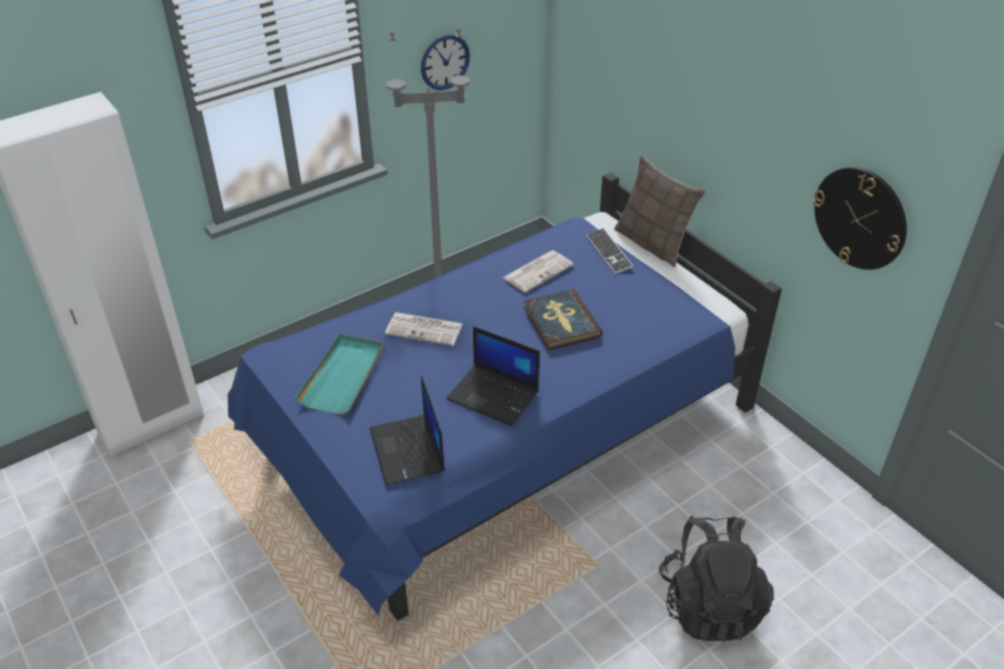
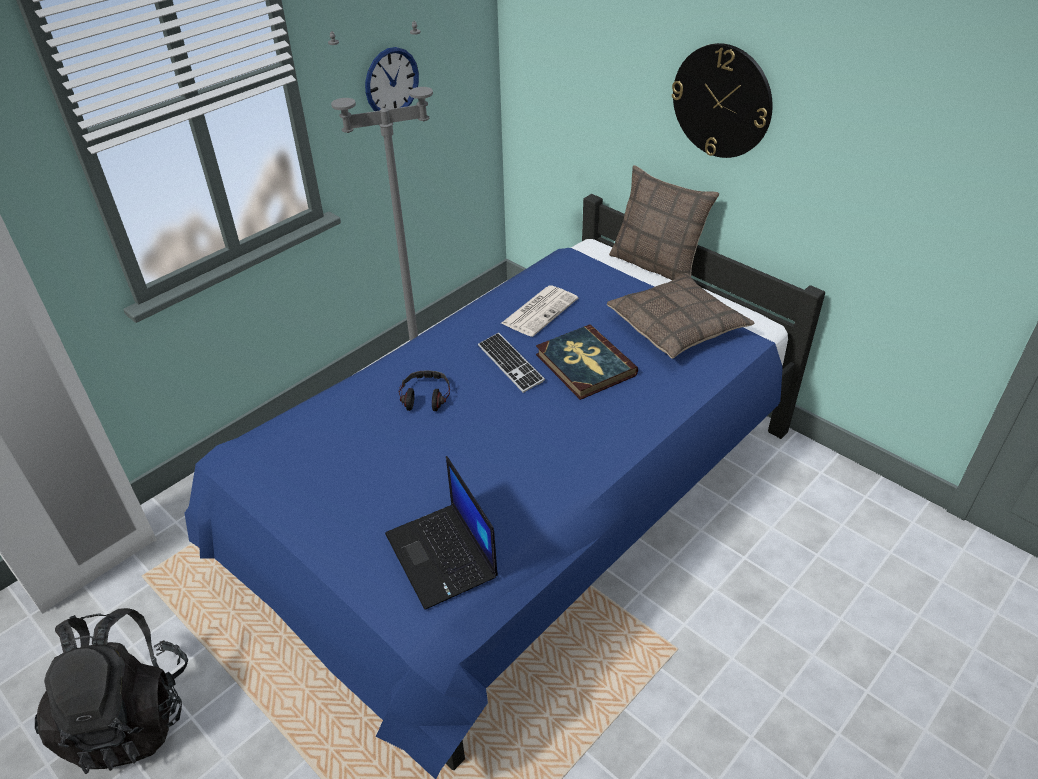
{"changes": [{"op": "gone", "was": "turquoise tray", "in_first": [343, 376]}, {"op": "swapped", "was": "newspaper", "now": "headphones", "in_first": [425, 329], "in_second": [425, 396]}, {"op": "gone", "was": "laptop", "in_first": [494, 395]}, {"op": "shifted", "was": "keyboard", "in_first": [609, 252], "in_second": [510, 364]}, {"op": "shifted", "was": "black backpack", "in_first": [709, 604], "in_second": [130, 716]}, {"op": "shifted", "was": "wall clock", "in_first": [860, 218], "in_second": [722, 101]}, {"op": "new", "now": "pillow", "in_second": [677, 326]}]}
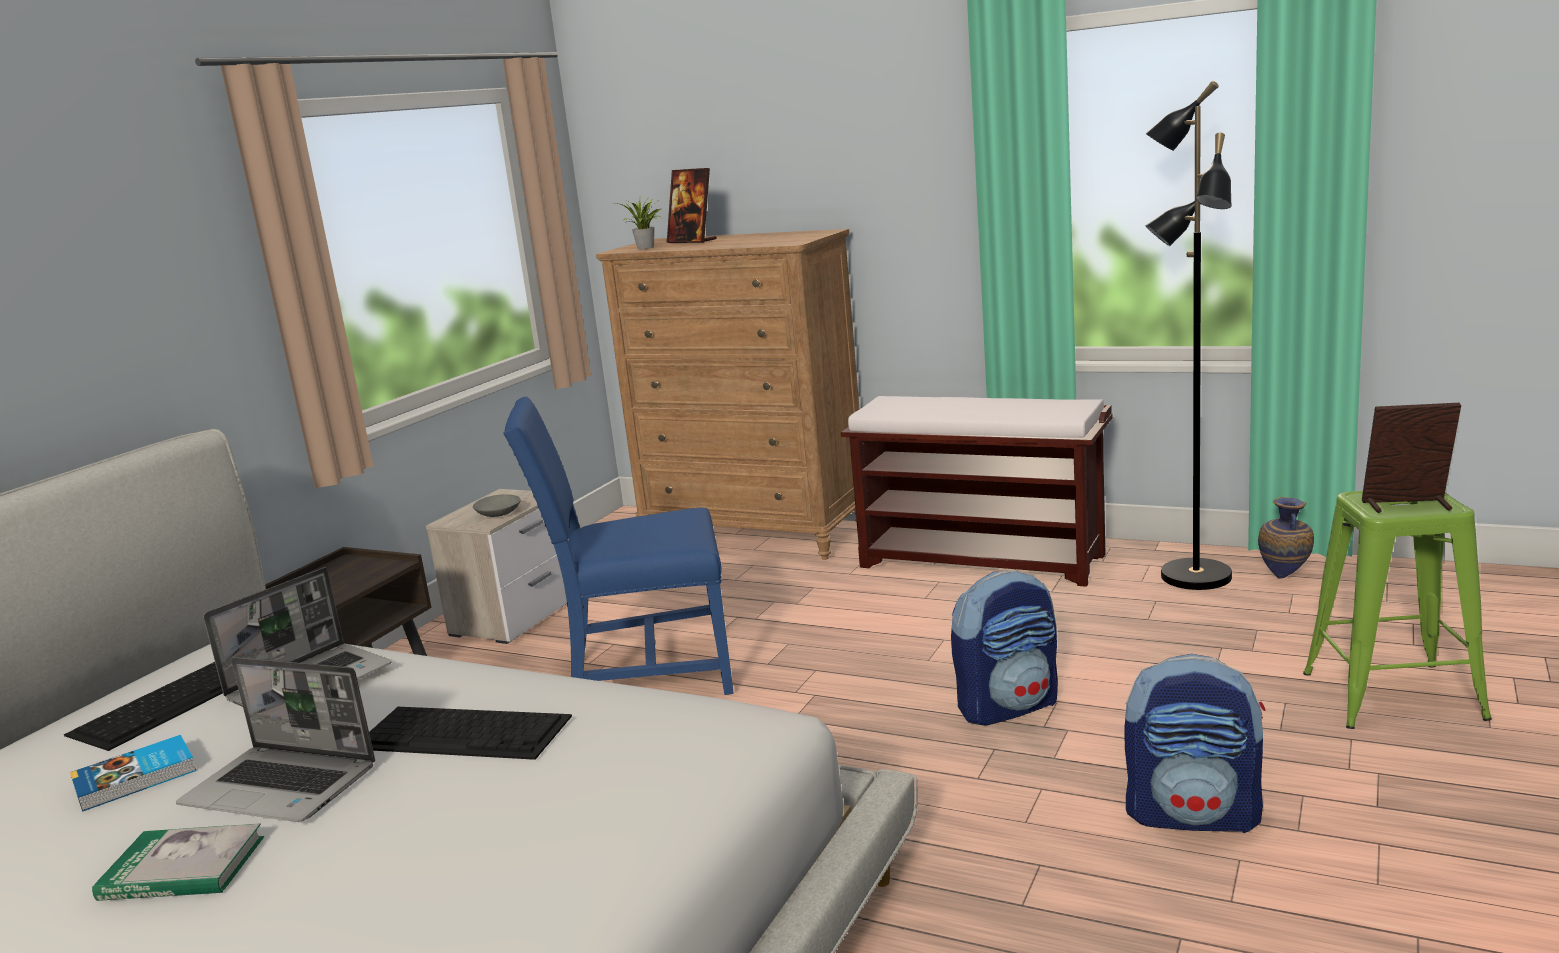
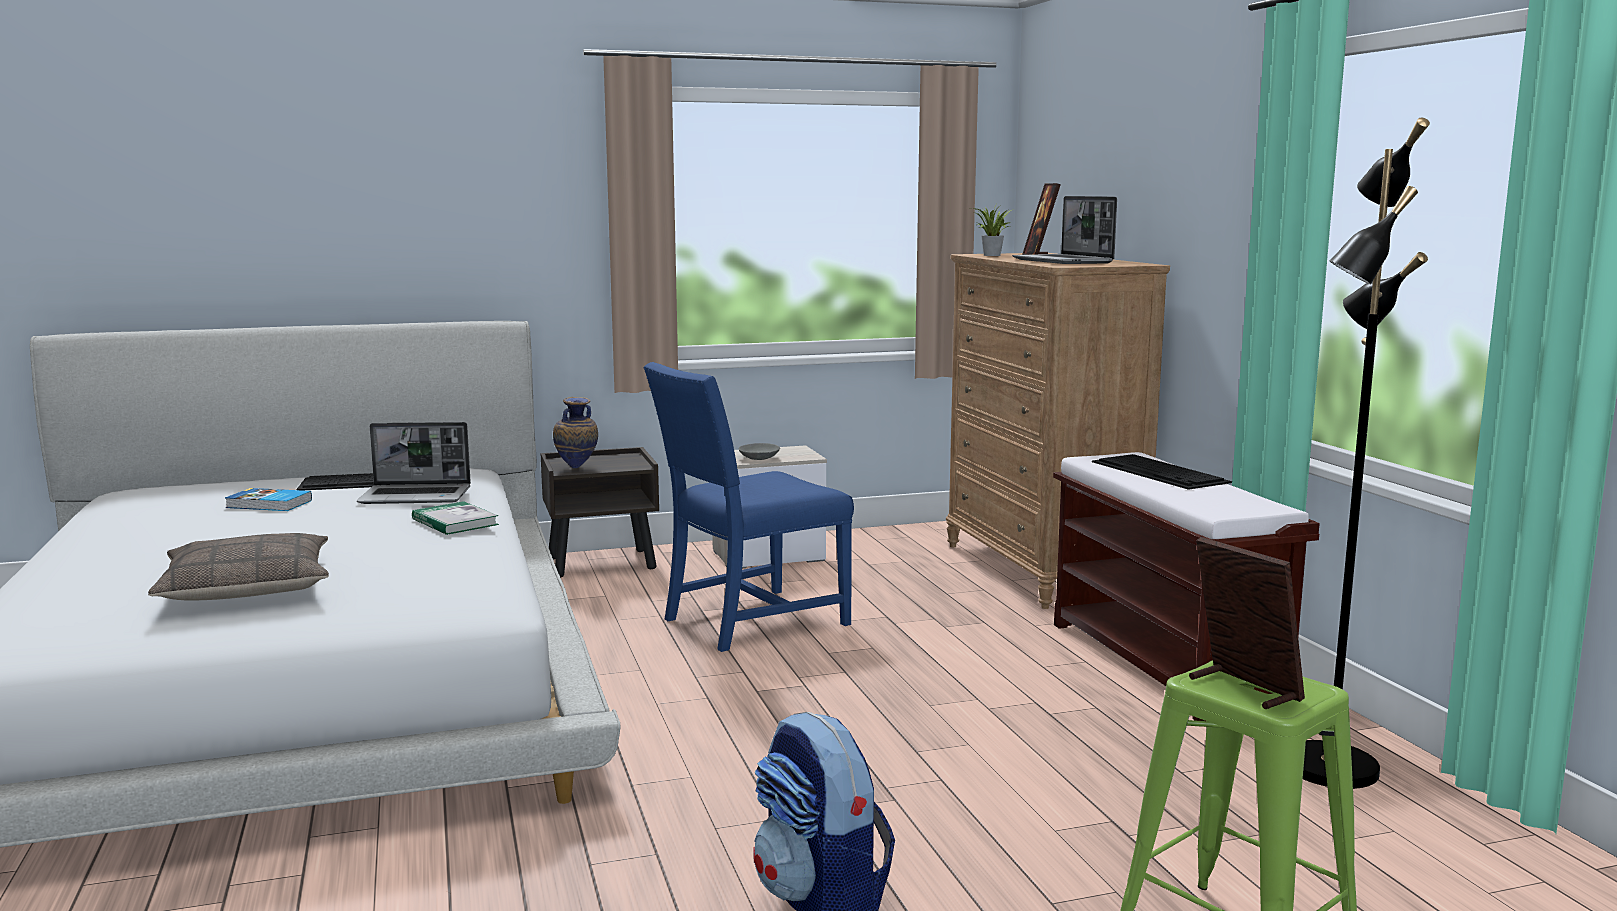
{"changes": [{"op": "shifted", "was": "book", "in_first": [182, 868], "in_second": [455, 522]}, {"op": "shifted", "was": "laptop", "in_first": [283, 786], "in_second": [1064, 261]}, {"op": "shifted", "was": "keyboard", "in_first": [465, 732], "in_second": [1160, 472]}, {"op": "rotated", "was": "blue chair", "in_first": [644, 674], "in_second": [749, 621], "clockwise": -75}, {"op": "gone", "was": "backpack", "in_first": [1008, 706]}, {"op": "shifted", "was": "vase", "in_first": [1285, 577], "in_second": [576, 469]}, {"op": "new", "now": "pillow", "in_second": [247, 586]}]}
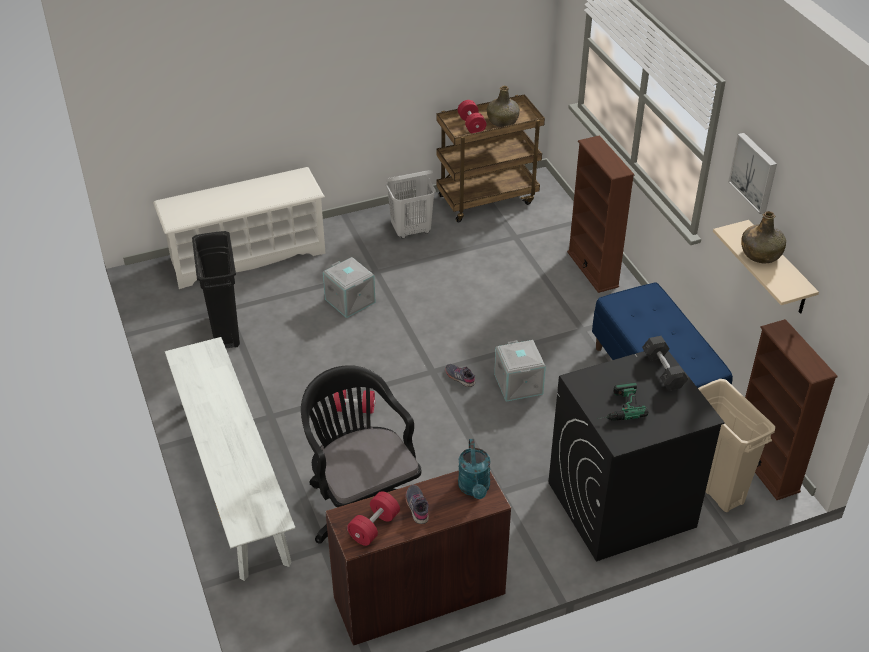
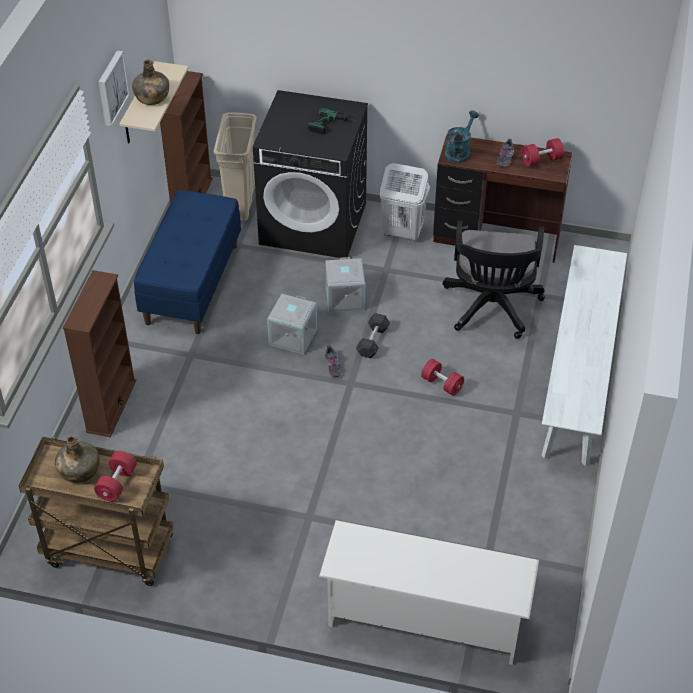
{"changes": [{"op": "gone", "was": "black trash can", "in_first": [225, 330]}, {"op": "shifted", "was": "grey storage box", "in_first": [351, 300], "in_second": [344, 298]}, {"op": "shifted", "was": "white laundry basket", "in_first": [411, 230], "in_second": [402, 232]}, {"op": "shifted", "was": "grey dumbbell", "in_first": [663, 370], "in_second": [373, 341]}]}
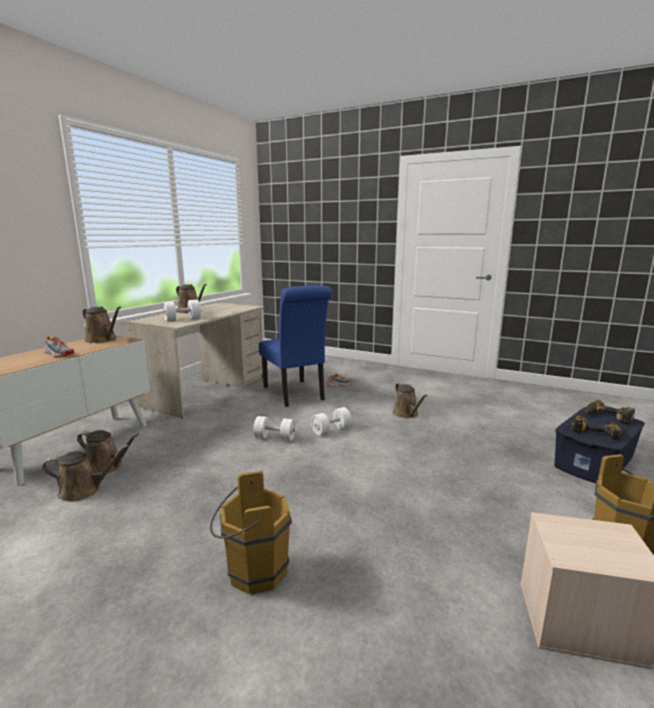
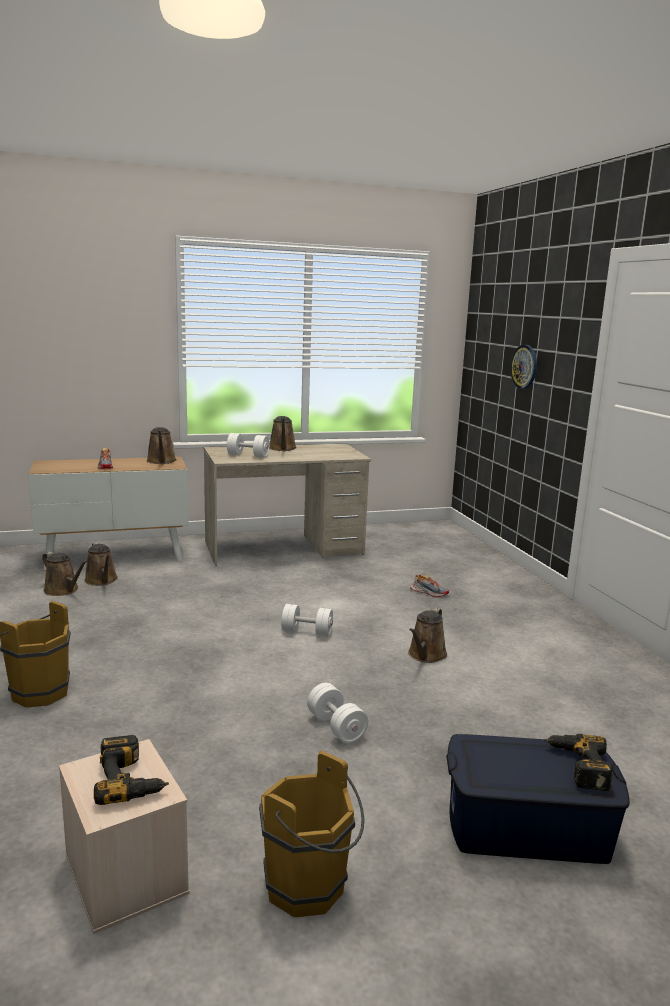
{"changes": [{"op": "shifted", "was": "white dumbbell", "in_first": [275, 438], "in_second": [336, 727]}, {"op": "gone", "was": "blue chair", "in_first": [295, 394]}, {"op": "shifted", "was": "power drill", "in_first": [594, 430], "in_second": [131, 779]}, {"op": "new", "now": "wall clock", "in_second": [524, 366]}]}
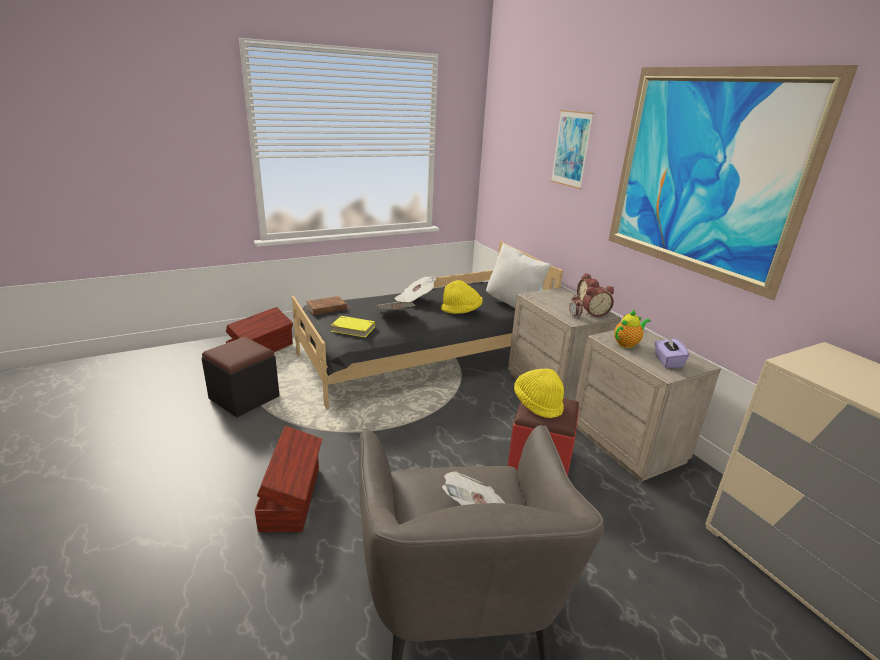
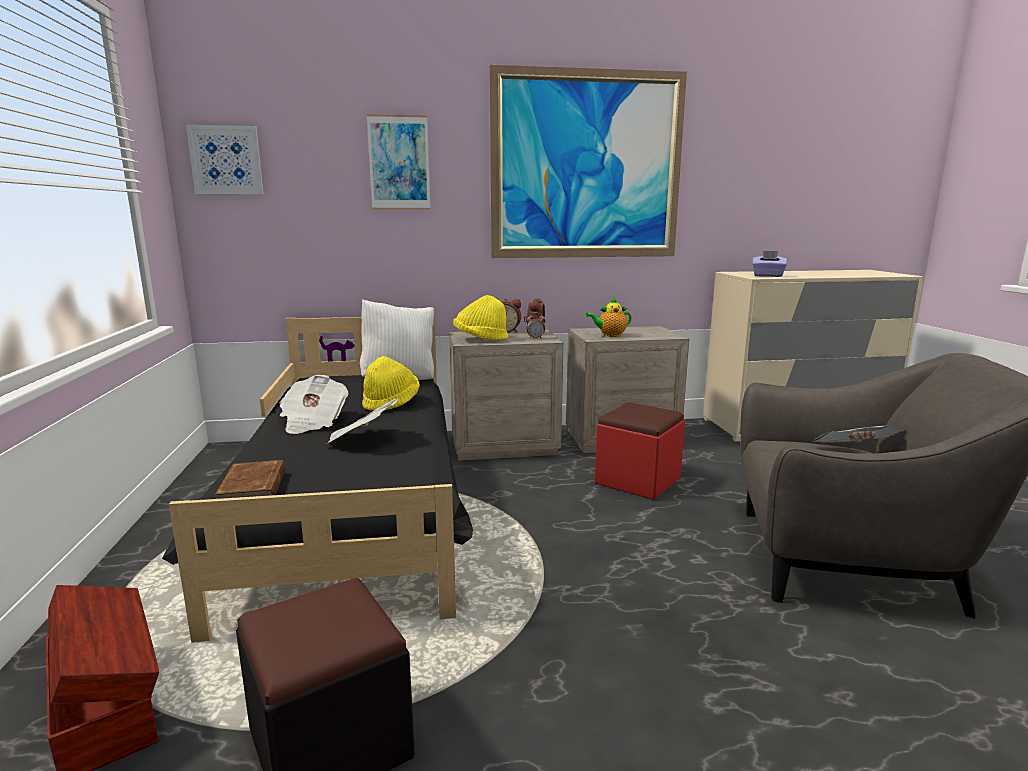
{"changes": [{"op": "gone", "was": "brown storage box", "in_first": [292, 497]}, {"op": "gone", "was": "yellow book", "in_first": [353, 329]}, {"op": "shifted", "was": "yellow hat", "in_first": [537, 404], "in_second": [480, 339]}, {"op": "rotated", "was": "teapot", "in_first": [627, 344], "in_second": [610, 335], "clockwise": -90}, {"op": "shifted", "was": "purple tissue box", "in_first": [667, 361], "in_second": [767, 276]}, {"op": "new", "now": "picture", "in_second": [226, 160]}]}
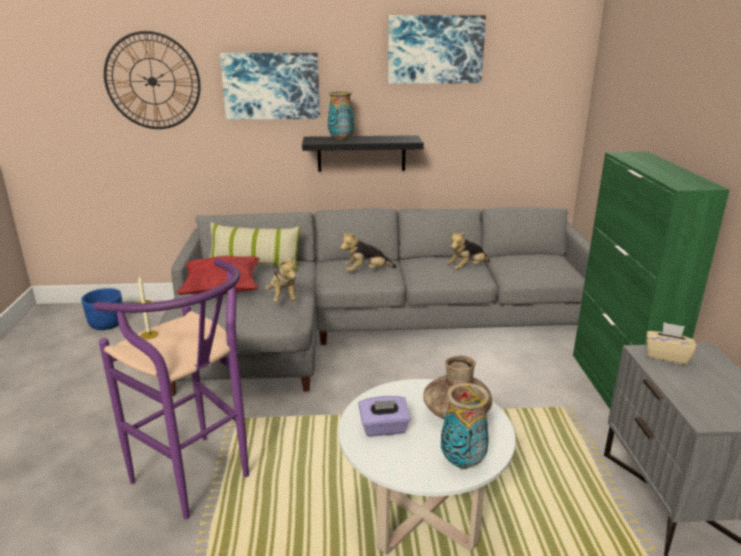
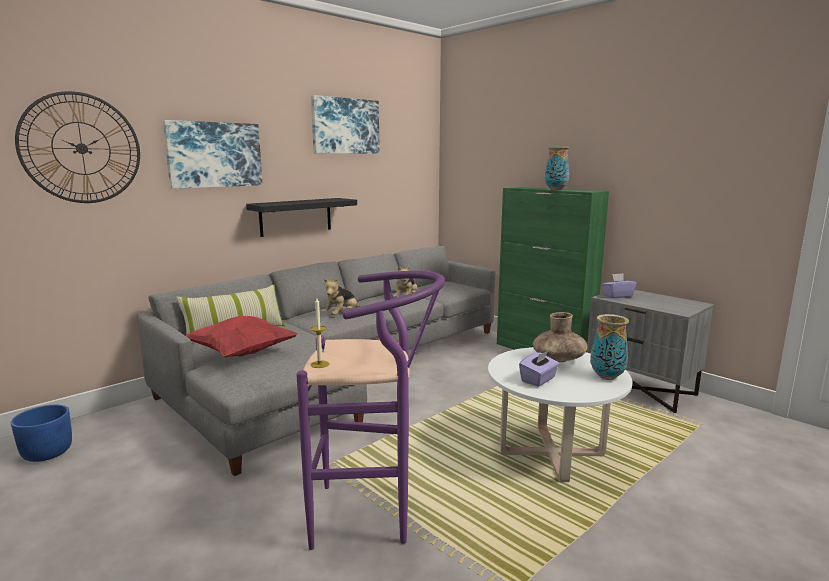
{"changes": [{"op": "gone", "was": "plush toy", "in_first": [283, 297]}, {"op": "shifted", "was": "vase", "in_first": [341, 139], "in_second": [556, 189]}, {"op": "repainted", "was": "beige tissue box", "now": "purple tissue box", "in_first": [666, 356], "in_second": [617, 296]}]}
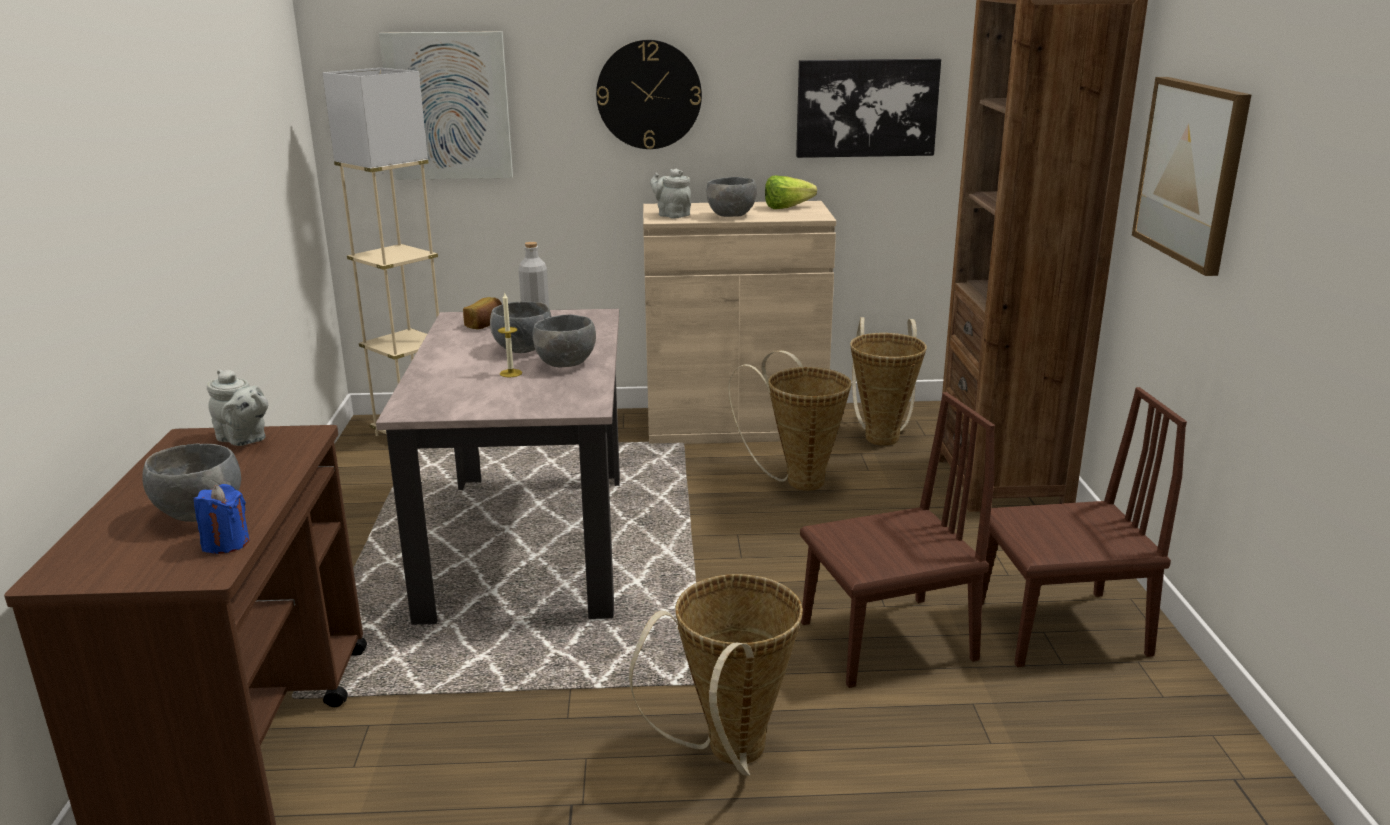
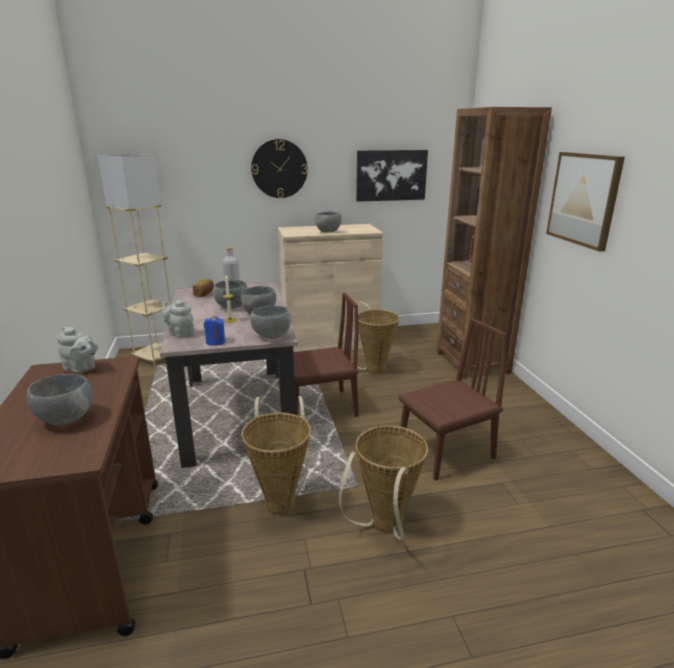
{"changes": [{"op": "shifted", "was": "blue candle", "in_first": [226, 543], "in_second": [215, 342]}, {"op": "gone", "was": "picture", "in_first": [448, 106]}, {"op": "shifted", "was": "grey teapot", "in_first": [672, 215], "in_second": [180, 333]}, {"op": "gone", "was": "lettuce", "in_first": [791, 208]}, {"op": "shifted", "was": "basket", "in_first": [882, 435], "in_second": [281, 499]}, {"op": "shifted", "was": "brown chair", "in_first": [1060, 628], "in_second": [319, 407]}, {"op": "new", "now": "grey bowl", "in_second": [272, 336]}]}
